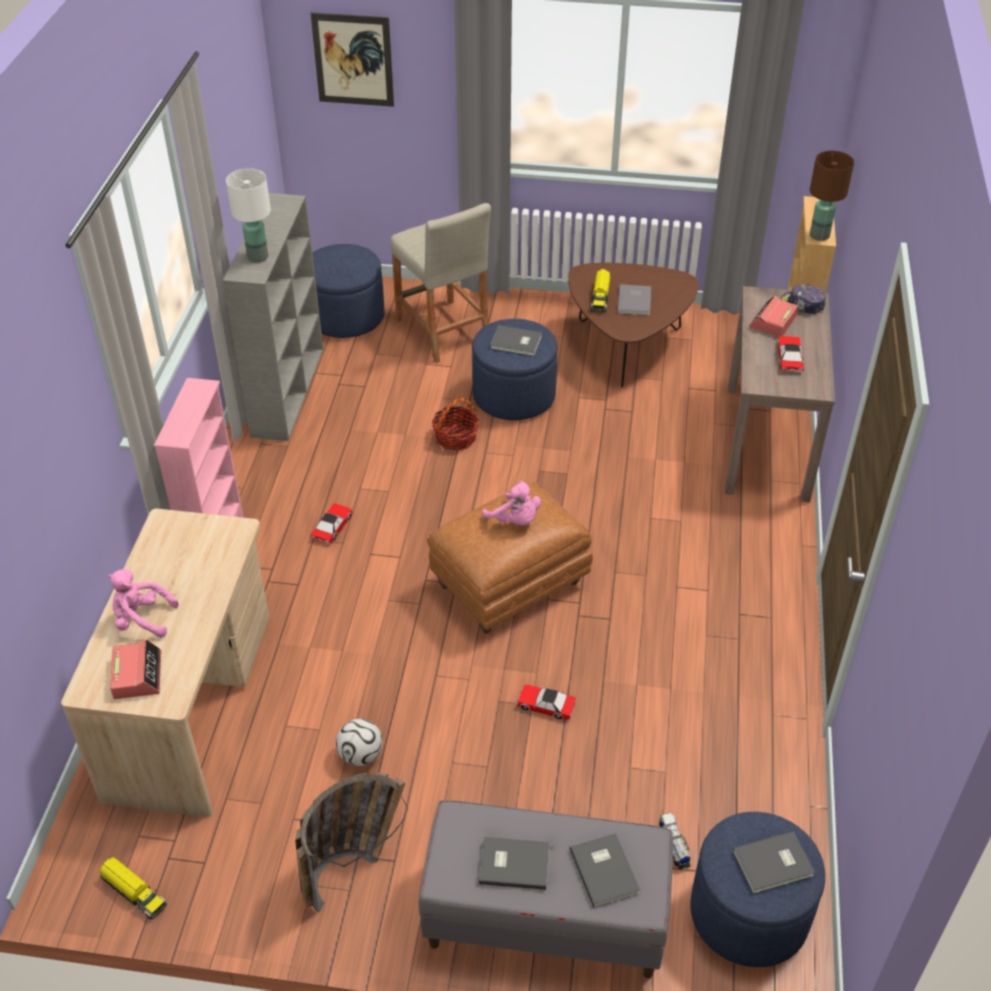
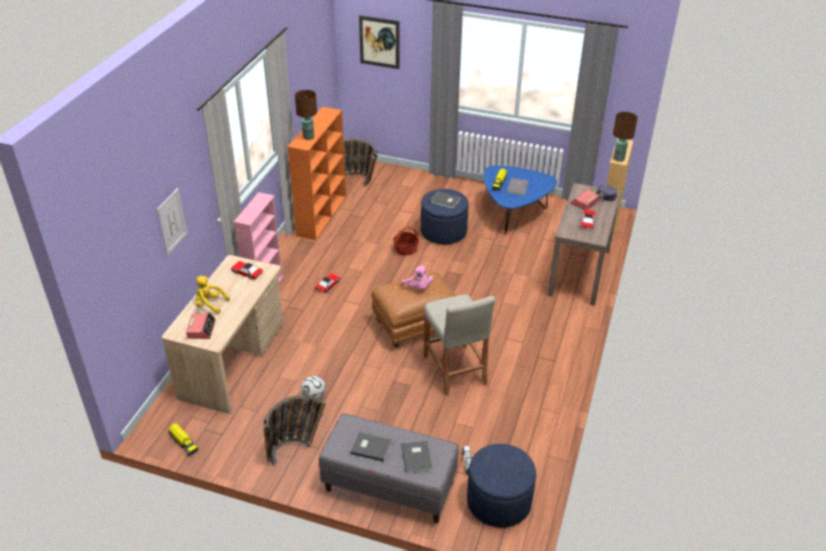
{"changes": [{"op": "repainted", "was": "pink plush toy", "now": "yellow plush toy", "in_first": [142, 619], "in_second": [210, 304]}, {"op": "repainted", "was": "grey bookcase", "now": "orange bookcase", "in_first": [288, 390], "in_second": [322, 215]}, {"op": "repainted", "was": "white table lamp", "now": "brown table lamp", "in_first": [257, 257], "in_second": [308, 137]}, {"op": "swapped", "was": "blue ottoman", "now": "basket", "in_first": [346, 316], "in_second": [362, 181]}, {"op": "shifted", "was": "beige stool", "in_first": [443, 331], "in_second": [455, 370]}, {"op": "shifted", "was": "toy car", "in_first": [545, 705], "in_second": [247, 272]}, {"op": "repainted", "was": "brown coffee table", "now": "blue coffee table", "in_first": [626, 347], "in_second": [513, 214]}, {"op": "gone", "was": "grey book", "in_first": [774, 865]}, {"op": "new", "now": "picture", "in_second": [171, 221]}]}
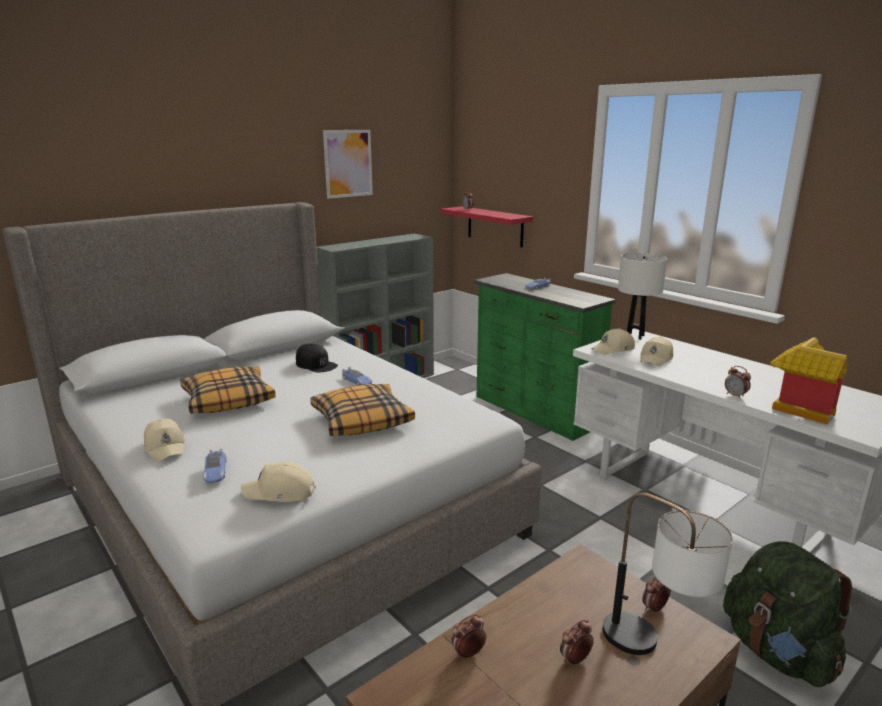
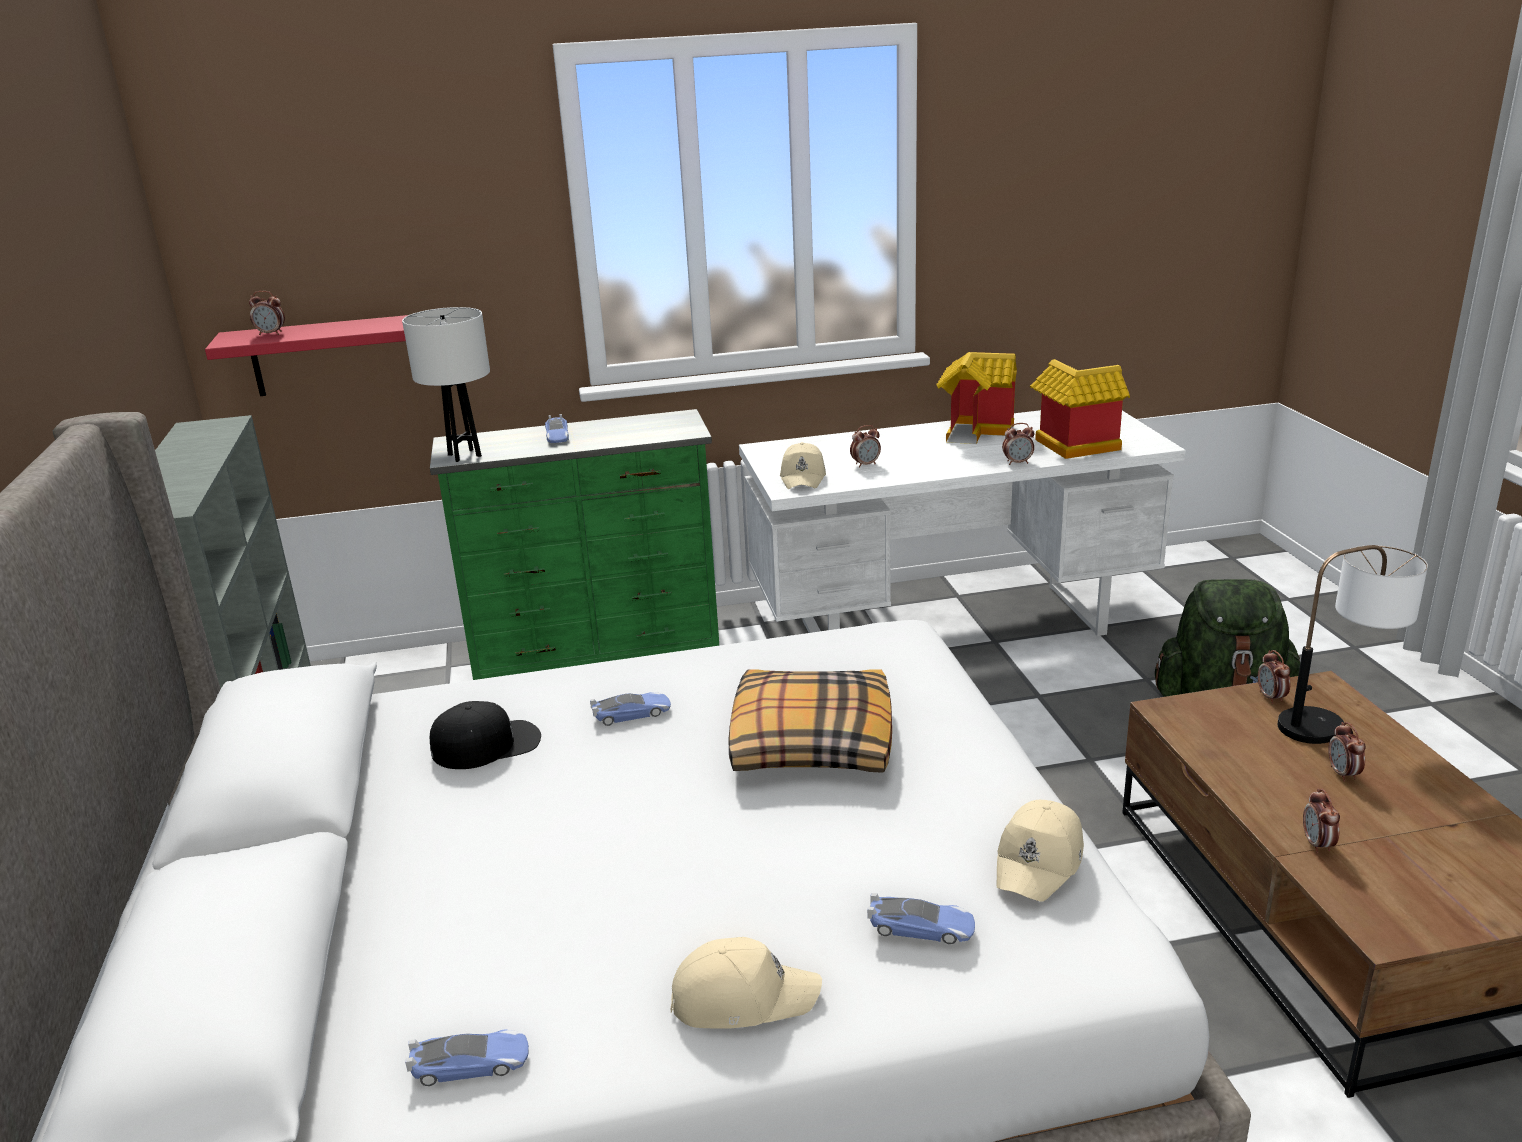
{"changes": [{"op": "gone", "was": "pillow", "in_first": [228, 400]}, {"op": "gone", "was": "picture", "in_first": [348, 163]}, {"op": "shifted", "was": "white table lamp", "in_first": [635, 336], "in_second": [464, 455]}, {"op": "swapped", "was": "beige cap", "now": "alarm clock", "in_first": [656, 358], "in_second": [865, 464]}, {"op": "new", "now": "toy car", "in_second": [471, 1064]}, {"op": "new", "now": "toy house", "in_second": [976, 431]}]}
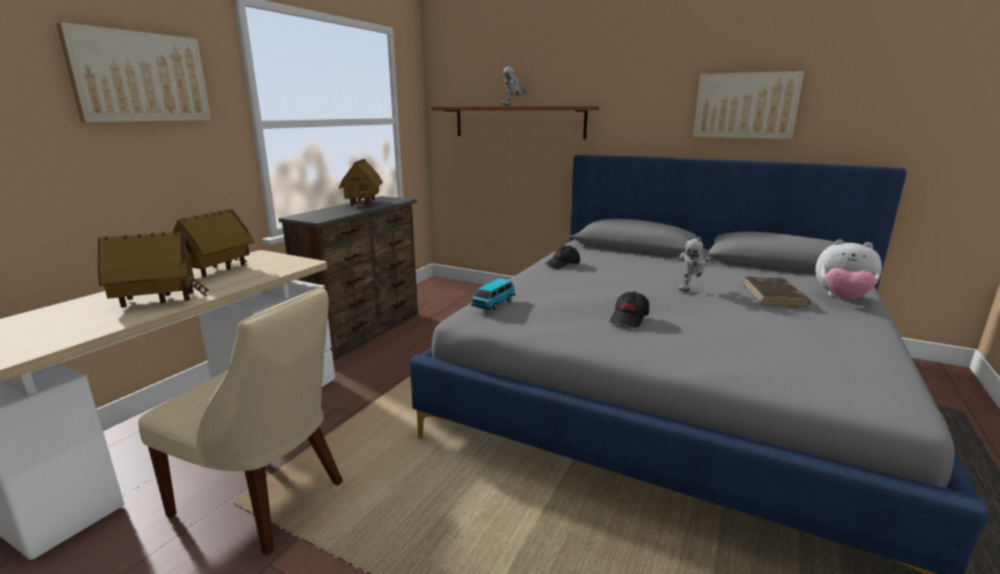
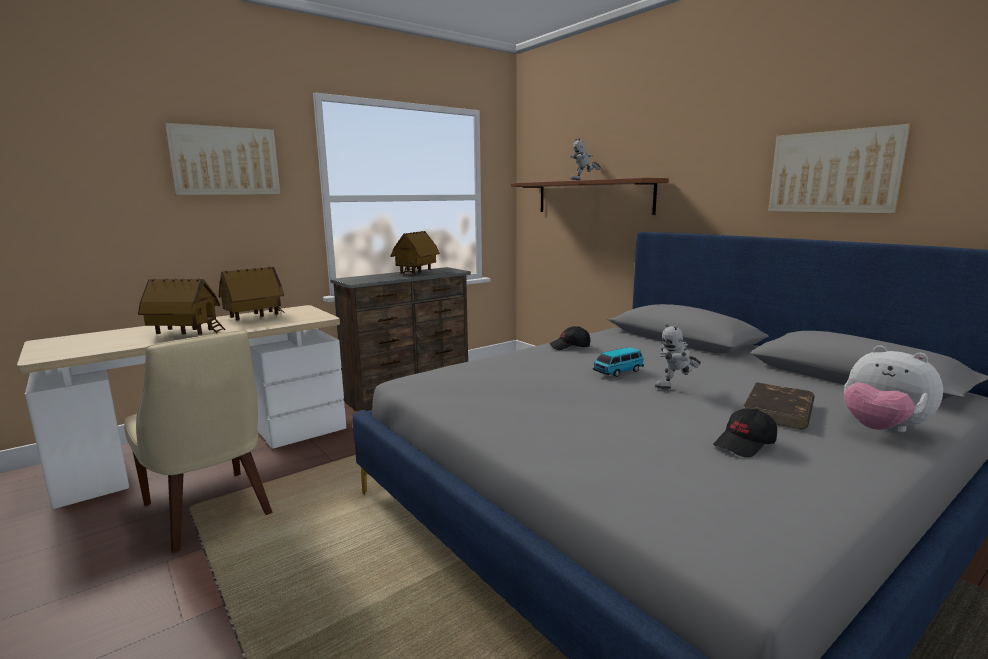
{"changes": [{"op": "shifted", "was": "toy car", "in_first": [493, 304], "in_second": [618, 371]}, {"op": "shifted", "was": "black cap", "in_first": [629, 318], "in_second": [745, 444]}]}
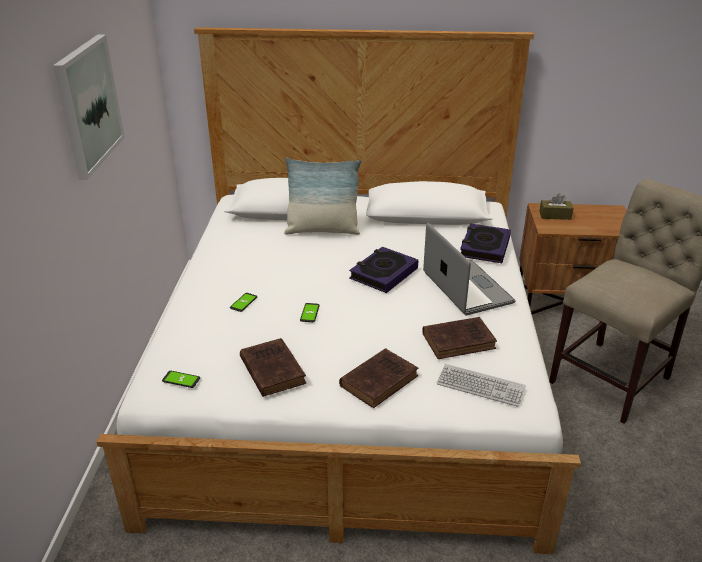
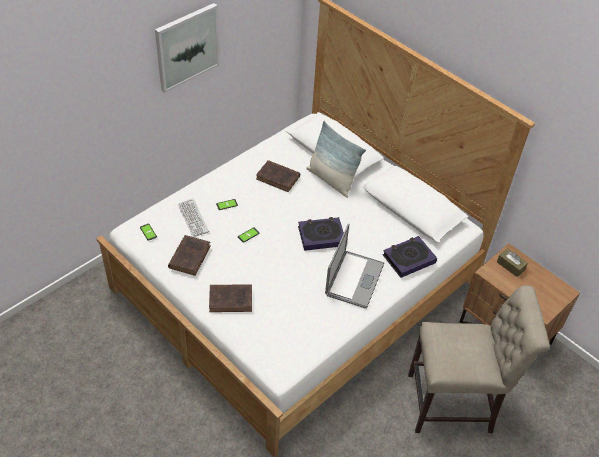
{"changes": [{"op": "shifted", "was": "brown book", "in_first": [460, 341], "in_second": [279, 178]}, {"op": "shifted", "was": "keyboard", "in_first": [480, 386], "in_second": [193, 218]}]}
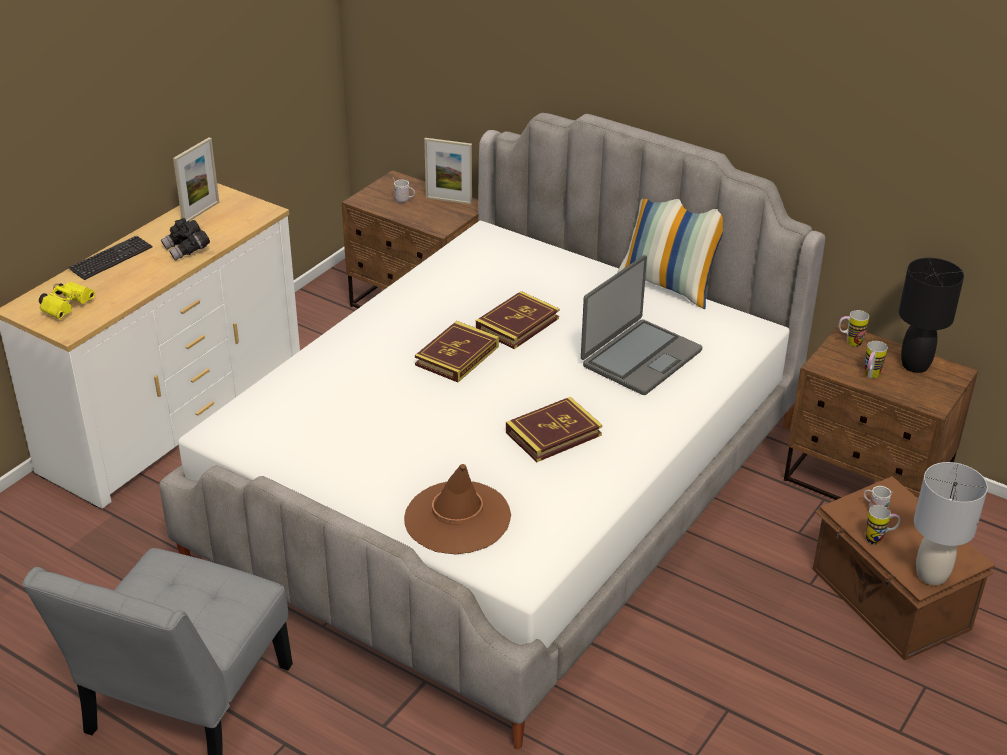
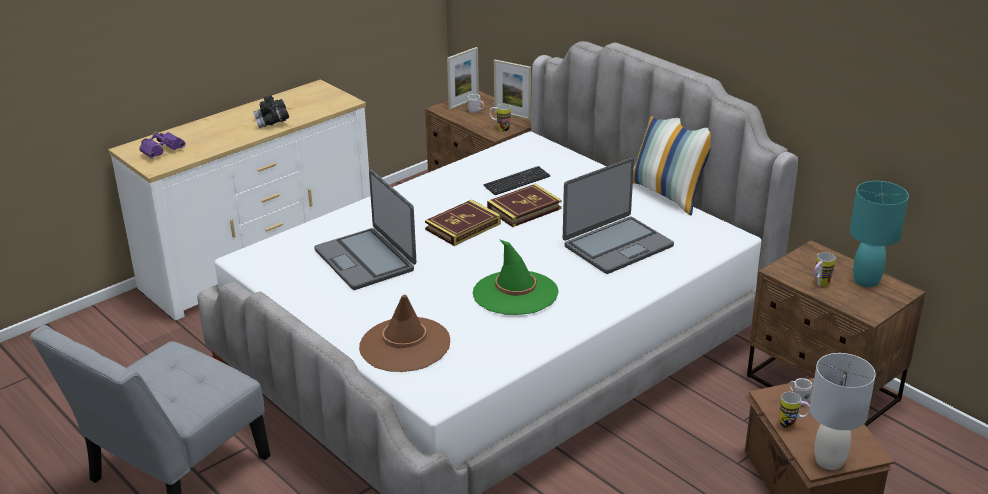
{"changes": [{"op": "repainted", "was": "yellow binoculars", "now": "purple binoculars", "in_first": [68, 307], "in_second": [163, 152]}, {"op": "shifted", "was": "keyboard", "in_first": [111, 259], "in_second": [517, 182]}, {"op": "shifted", "was": "picture frame", "in_first": [201, 212], "in_second": [463, 103]}, {"op": "swapped", "was": "book", "now": "green hat", "in_first": [553, 434], "in_second": [515, 293]}, {"op": "shifted", "was": "mug", "in_first": [849, 342], "in_second": [500, 129]}, {"op": "repainted", "was": "black table lamp", "now": "turquoise table lamp", "in_first": [915, 365], "in_second": [866, 280]}, {"op": "new", "now": "laptop", "in_second": [366, 260]}]}
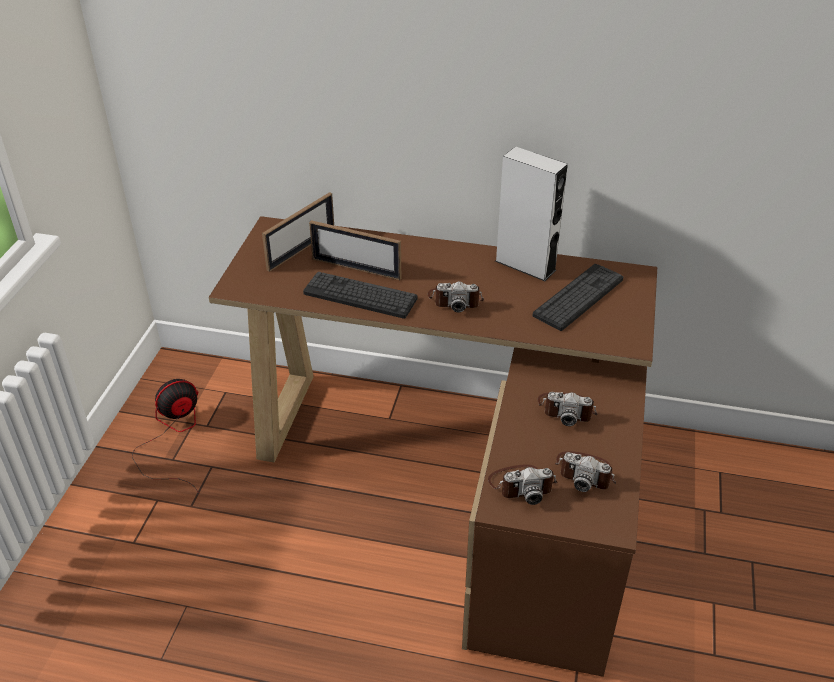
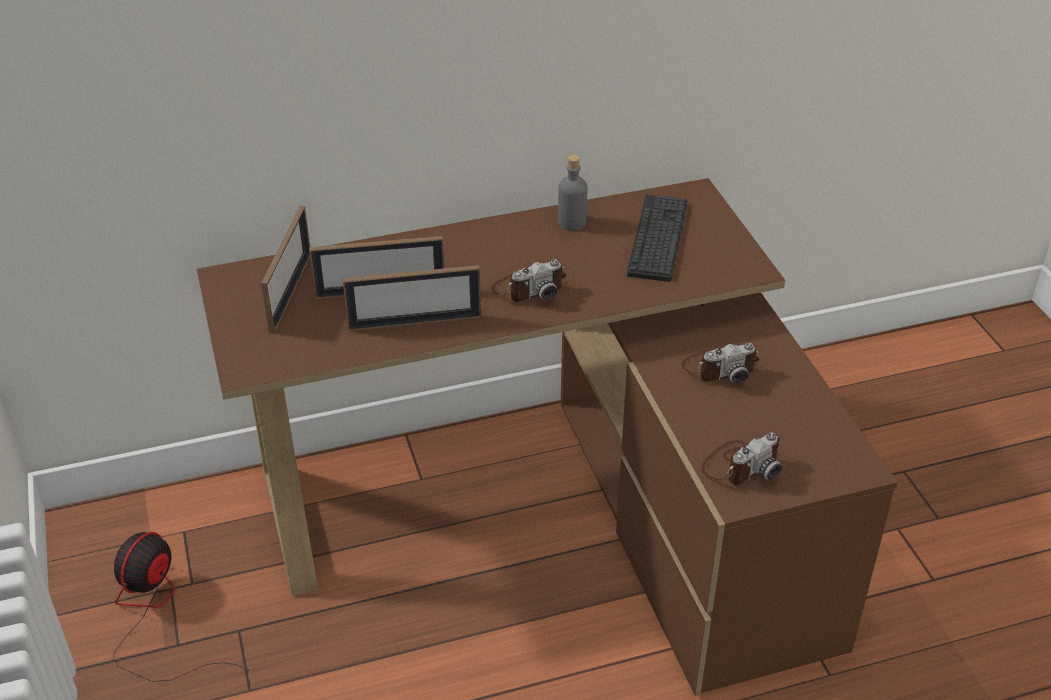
{"changes": [{"op": "swapped", "was": "keyboard", "now": "picture frame", "in_first": [360, 296], "in_second": [414, 322]}, {"op": "swapped", "was": "grey speaker", "now": "grey bottle", "in_first": [525, 265], "in_second": [572, 222]}, {"op": "gone", "was": "photo camera", "in_first": [585, 472]}]}
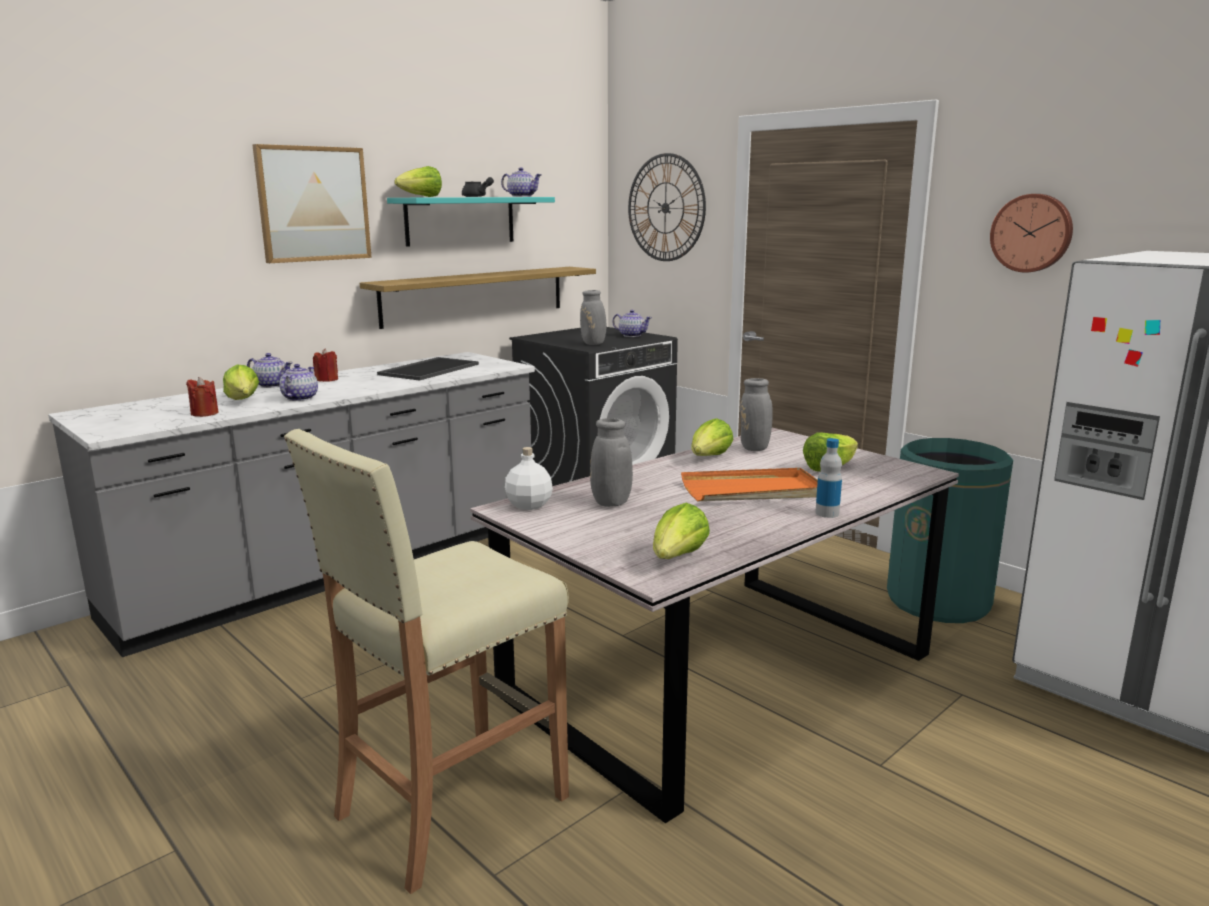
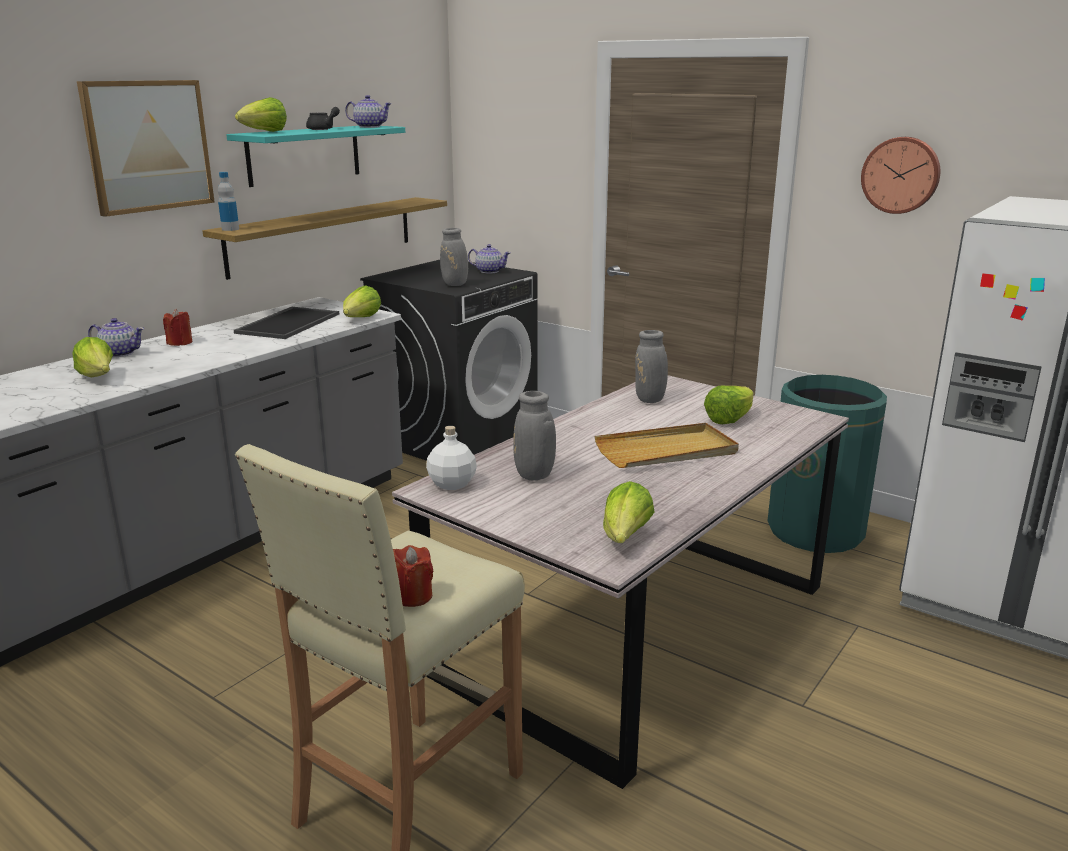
{"changes": [{"op": "shifted", "was": "red candle", "in_first": [204, 413], "in_second": [412, 596]}, {"op": "gone", "was": "teapot", "in_first": [299, 398]}, {"op": "gone", "was": "wall clock", "in_first": [665, 208]}, {"op": "repainted", "was": "orange tray", "now": "beige tray", "in_first": [753, 491], "in_second": [667, 451]}, {"op": "shifted", "was": "lettuce", "in_first": [709, 458], "in_second": [361, 319]}, {"op": "shifted", "was": "bottle", "in_first": [827, 513], "in_second": [230, 229]}]}
